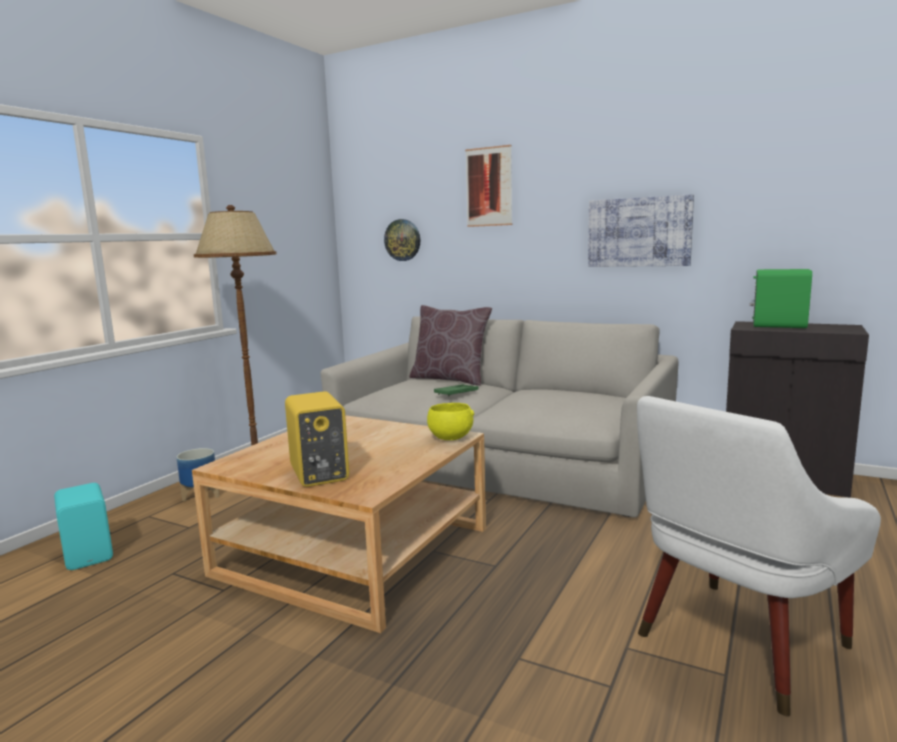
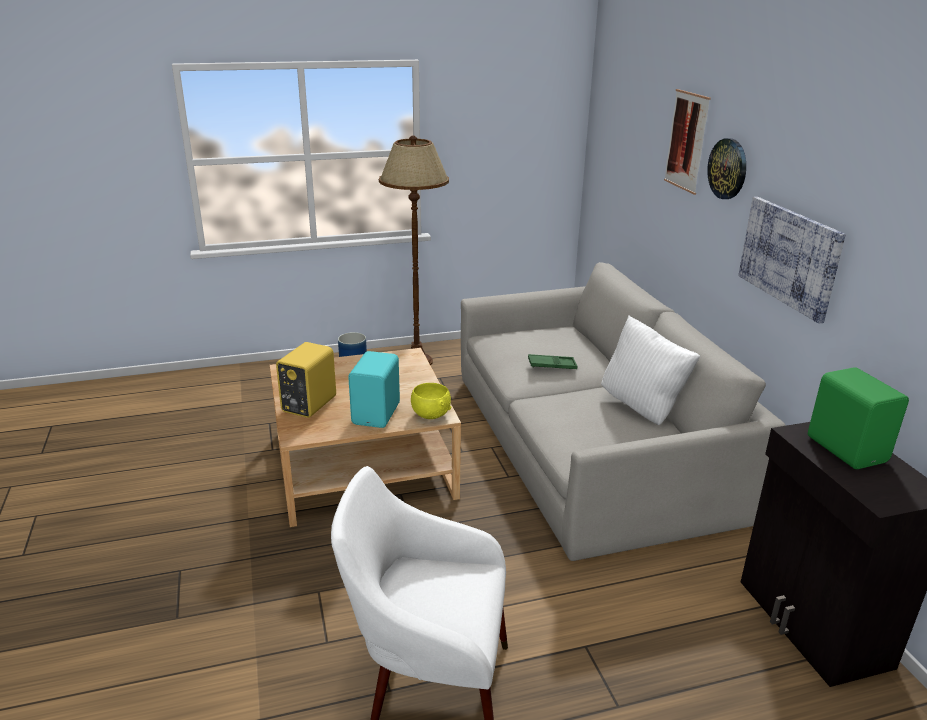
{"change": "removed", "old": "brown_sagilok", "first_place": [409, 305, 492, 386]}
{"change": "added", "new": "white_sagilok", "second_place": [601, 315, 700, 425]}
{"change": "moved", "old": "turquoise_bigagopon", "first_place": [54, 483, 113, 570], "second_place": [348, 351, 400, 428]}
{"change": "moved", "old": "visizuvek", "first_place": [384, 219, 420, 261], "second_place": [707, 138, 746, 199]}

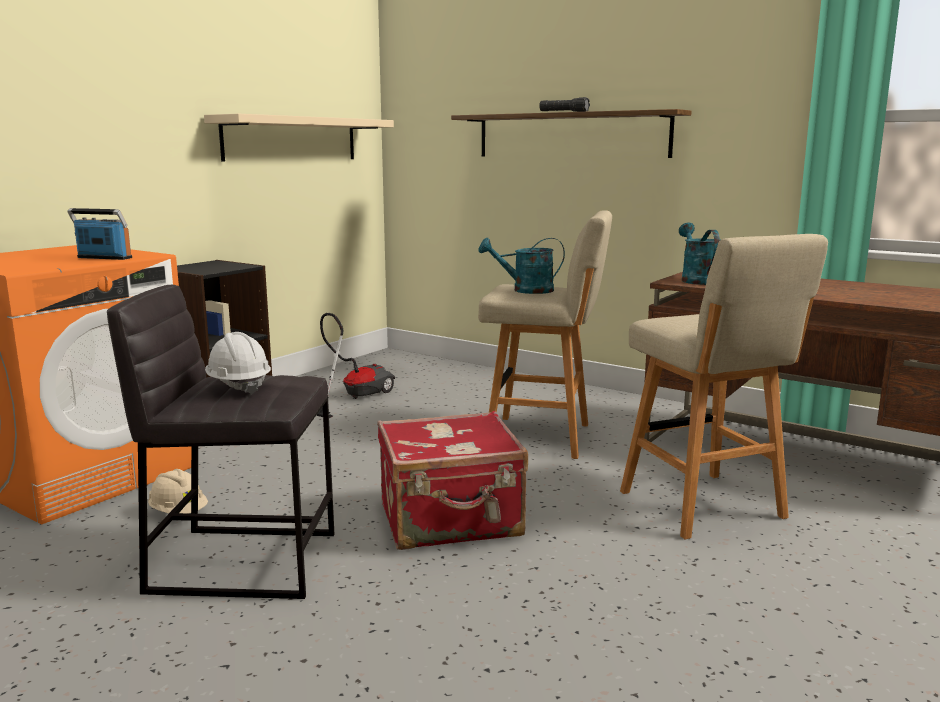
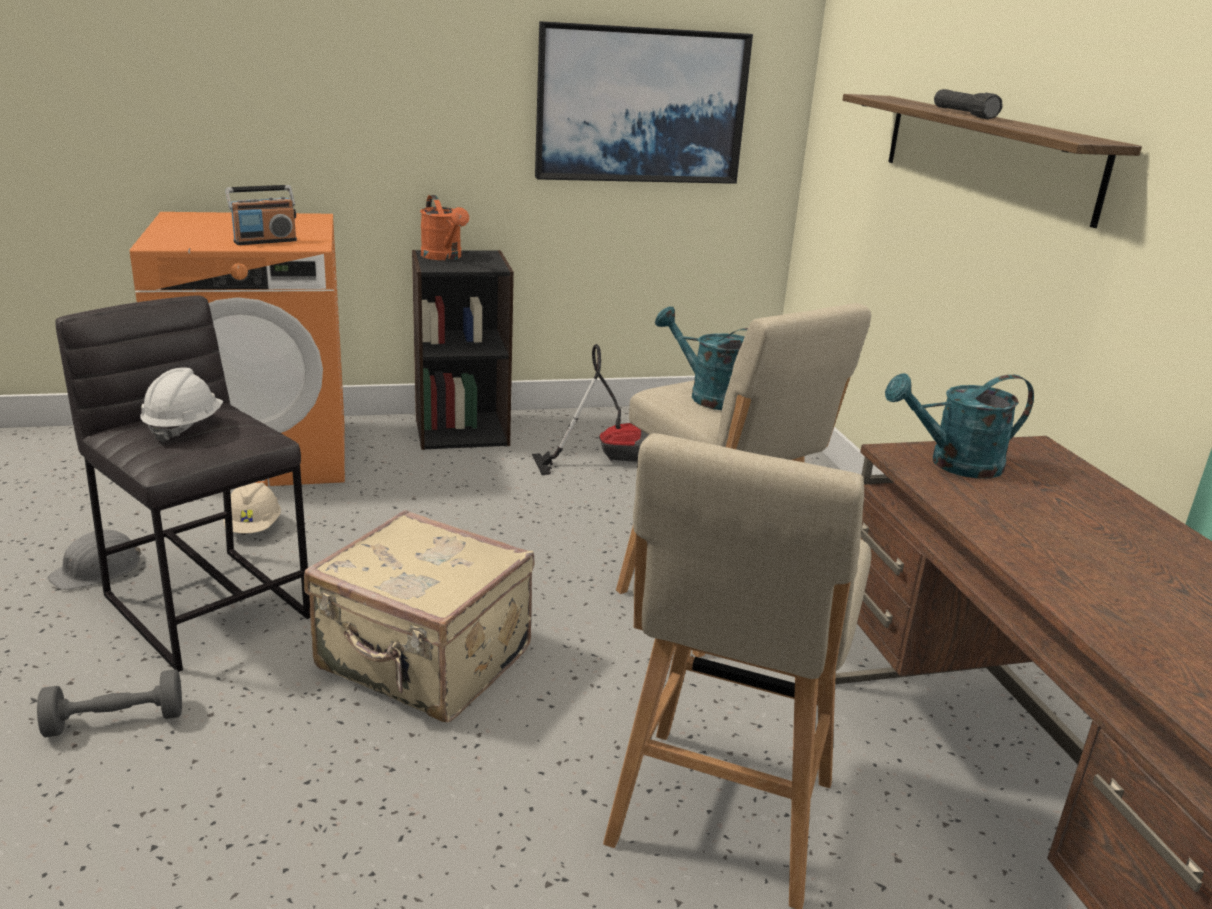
{"change": "added", "new": "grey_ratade", "second_place": [37, 669, 182, 737]}
{"change": "added", "new": "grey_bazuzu", "second_place": [48, 530, 141, 590]}
{"change": "added", "new": "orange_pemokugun", "second_place": [420, 195, 469, 260]}
{"change": "replaced", "old": "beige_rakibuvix", "new": "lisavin", "first_place": [204, 114, 394, 161], "second_place": [535, 21, 753, 184]}
{"change": "recoloured", "old": "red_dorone", "new": "beige_dorone", "first_place": [377, 411, 528, 550], "second_place": [304, 510, 535, 722]}
{"change": "turned", "old": "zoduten", "first_place": [67, 208, 132, 260], "second_place": [225, 185, 297, 245], "degrees": 90}
{"change": "turned", "old": "turquoise_pemokugun", "first_place": [679, 223, 720, 285], "second_place": [885, 373, 1034, 478], "degrees": -135}

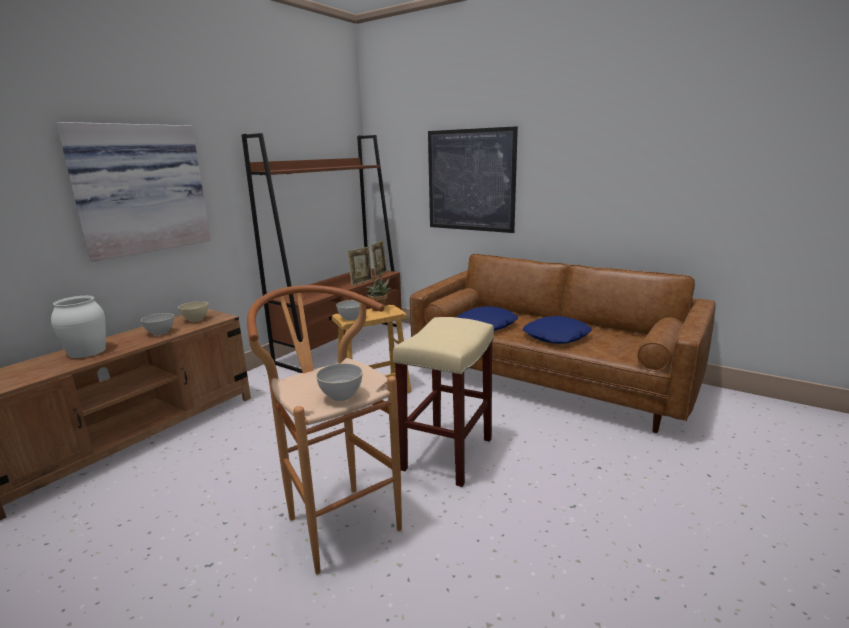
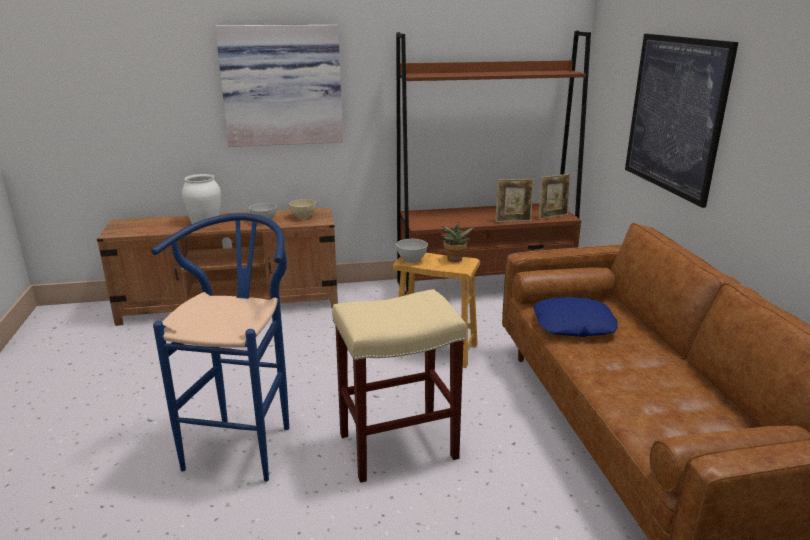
{"change": "removed", "old": "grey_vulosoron", "first_place": [316, 363, 363, 401]}
{"change": "removed", "old": "blue_sagilok", "first_place": [523, 316, 592, 344]}
{"change": "recoloured", "old": "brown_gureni", "new": "blue_gureni", "first_place": [247, 285, 402, 575], "second_place": [151, 213, 289, 482]}

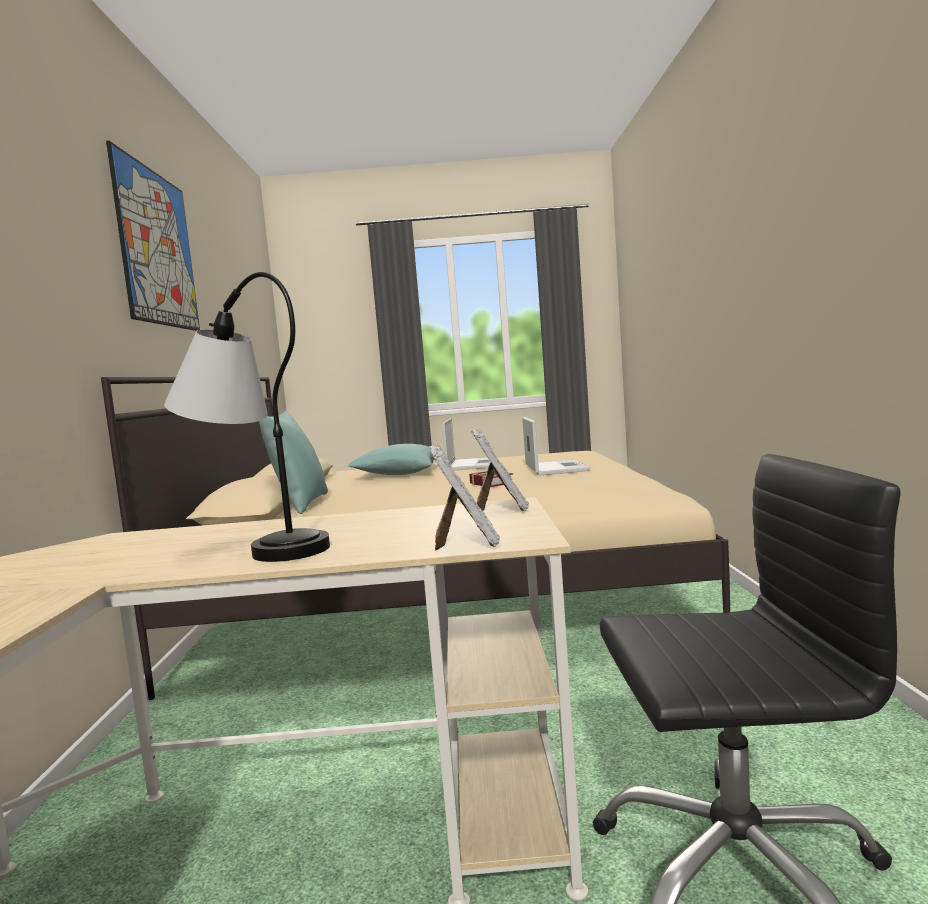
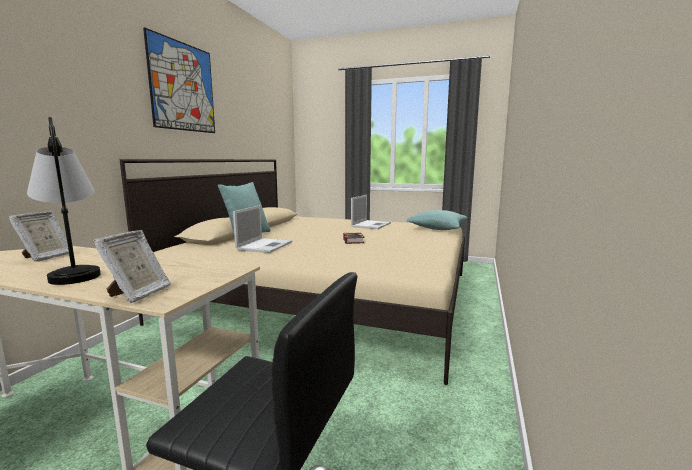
{"change": "moved", "old": "turquoise_sagilok", "first_place": [348, 444, 434, 475], "second_place": [406, 210, 468, 230]}
{"change": "moved", "old": "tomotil", "first_place": [471, 428, 529, 511], "second_place": [8, 211, 69, 262]}
{"change": "moved", "old": "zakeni", "first_place": [522, 417, 590, 475], "second_place": [233, 205, 292, 253]}

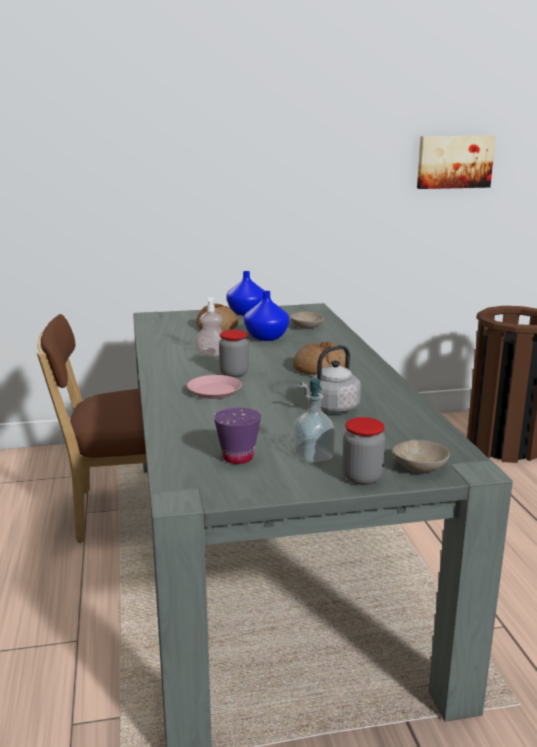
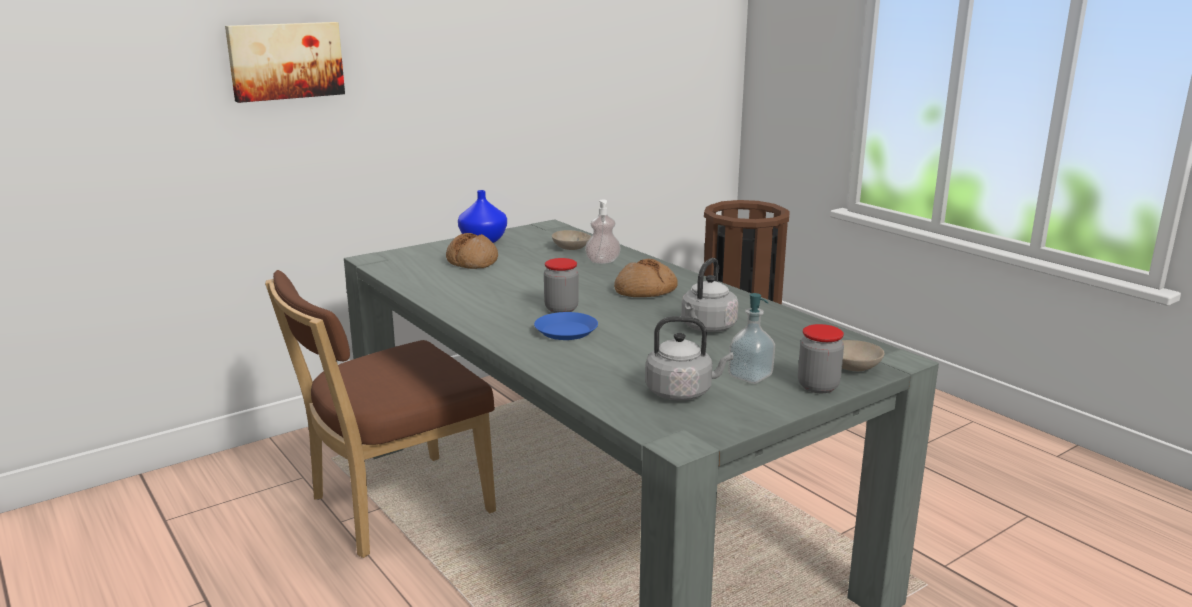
{"change": "removed", "old": "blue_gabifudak", "first_place": [244, 291, 289, 341]}
{"change": "moved", "old": "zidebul", "first_place": [195, 297, 223, 356], "second_place": [585, 200, 621, 264]}
{"change": "moved", "old": "lisavin", "first_place": [417, 136, 496, 189], "second_place": [225, 22, 345, 103]}
{"change": "replaced", "old": "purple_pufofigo", "new": "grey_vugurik", "first_place": [214, 408, 261, 464], "second_place": [645, 316, 733, 401]}
{"change": "recoloured", "old": "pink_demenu", "new": "blue_demenu", "first_place": [187, 375, 242, 399], "second_place": [534, 312, 598, 340]}

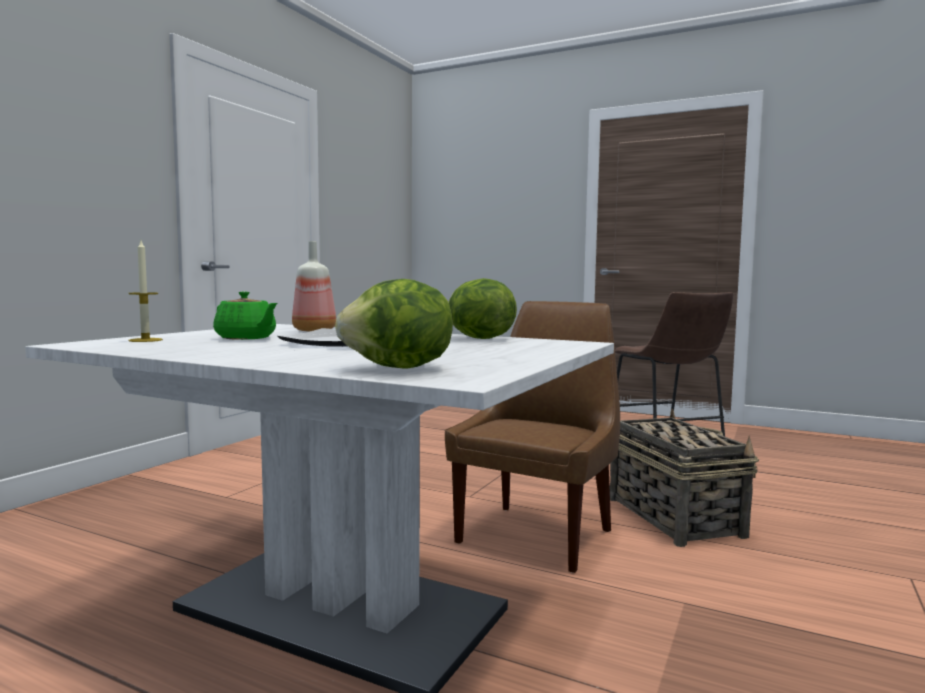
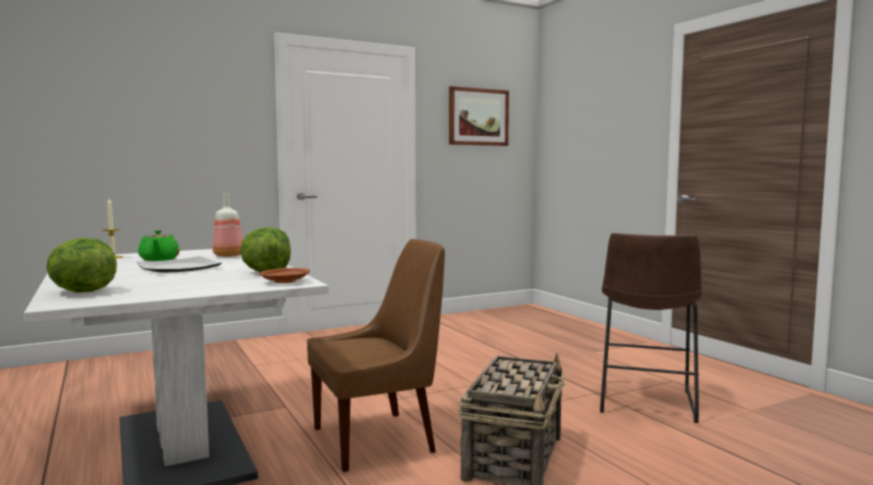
{"change": "added", "new": "brown_demenu", "second_place": [259, 268, 310, 283]}
{"change": "added", "new": "lisavin", "second_place": [449, 86, 509, 146]}

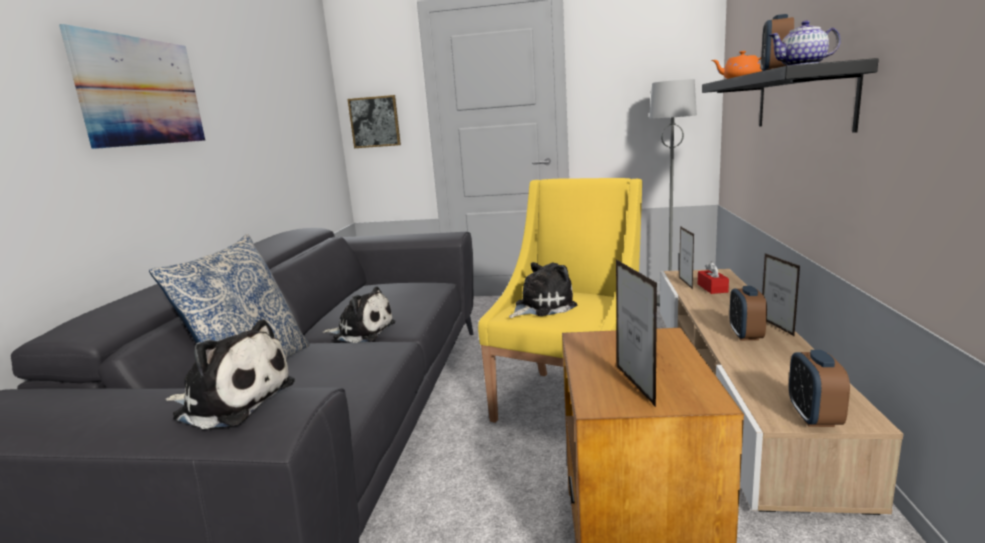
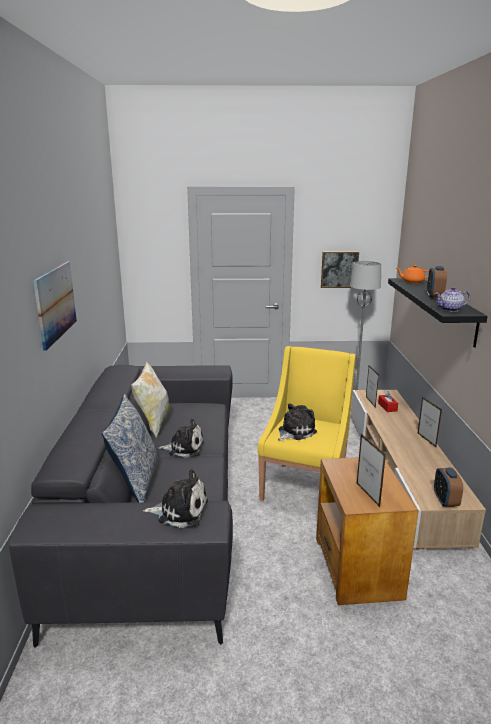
{"change": "removed", "old": "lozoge", "first_place": [729, 286, 767, 341]}
{"change": "added", "new": "sagilok", "second_place": [131, 361, 170, 438]}
{"change": "moved", "old": "lisavin", "first_place": [347, 95, 401, 148], "second_place": [321, 251, 359, 288]}

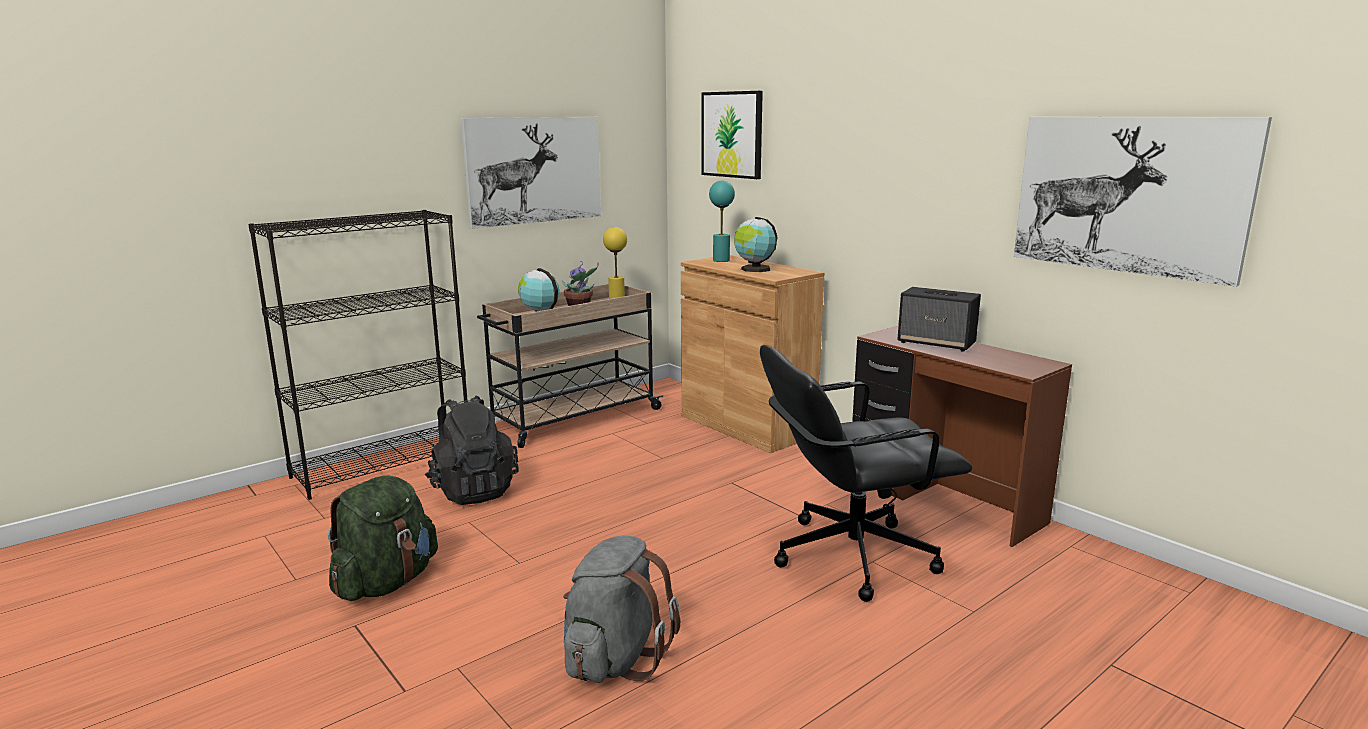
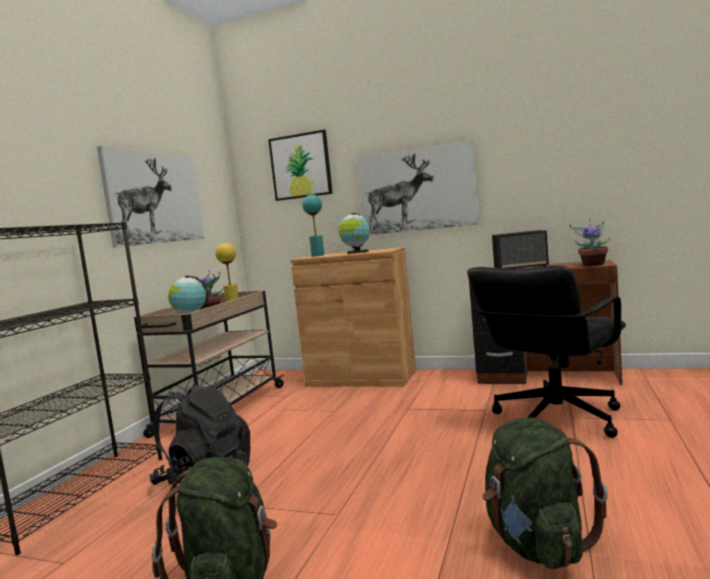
{"change": "added", "new": "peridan", "second_place": [569, 219, 610, 266]}
{"change": "moved", "old": "lisavin", "first_place": [1014, 117, 1272, 287], "second_place": [356, 140, 479, 235]}
{"change": "recoloured", "old": "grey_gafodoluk", "new": "green_gafodoluk", "first_place": [563, 536, 680, 683], "second_place": [482, 417, 608, 570]}

